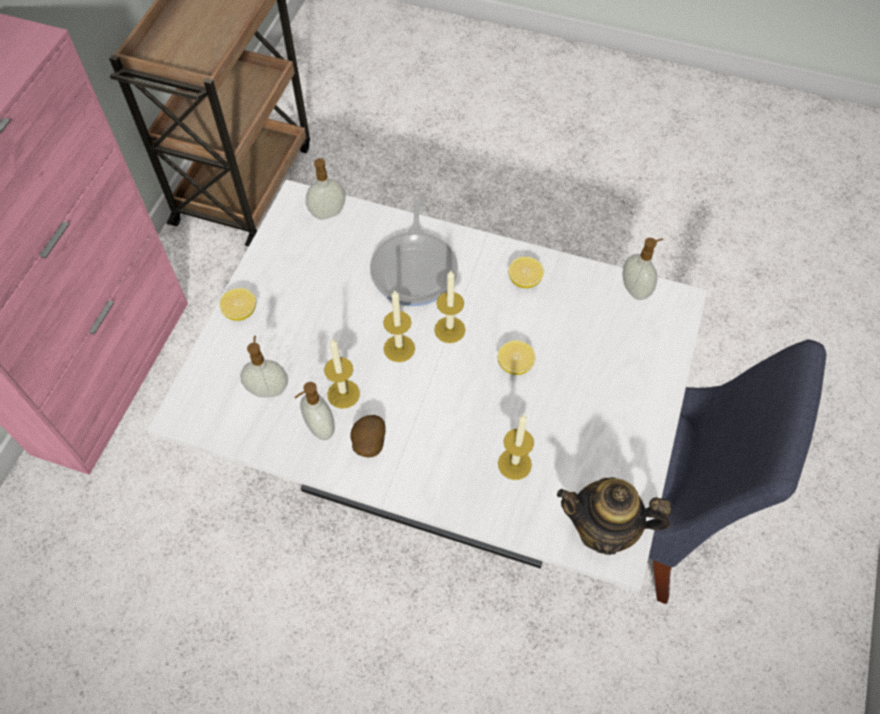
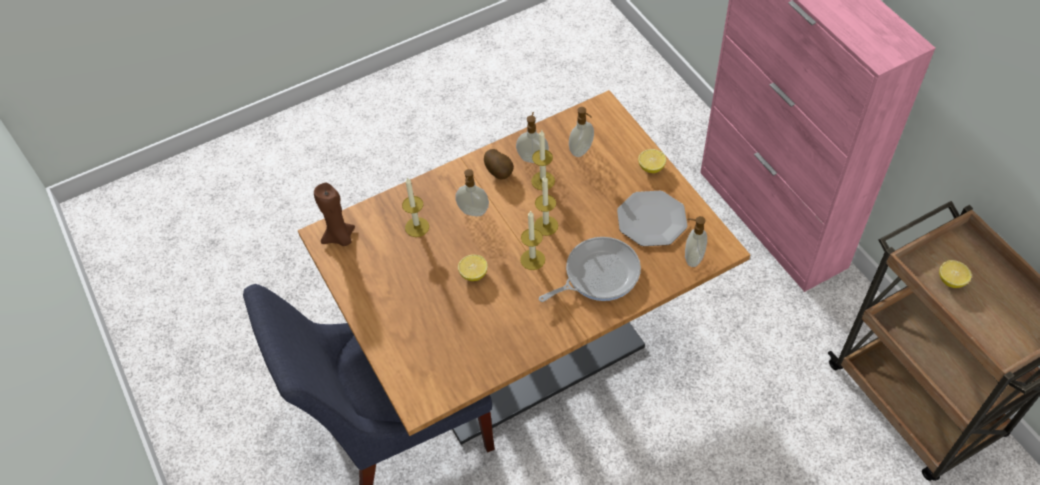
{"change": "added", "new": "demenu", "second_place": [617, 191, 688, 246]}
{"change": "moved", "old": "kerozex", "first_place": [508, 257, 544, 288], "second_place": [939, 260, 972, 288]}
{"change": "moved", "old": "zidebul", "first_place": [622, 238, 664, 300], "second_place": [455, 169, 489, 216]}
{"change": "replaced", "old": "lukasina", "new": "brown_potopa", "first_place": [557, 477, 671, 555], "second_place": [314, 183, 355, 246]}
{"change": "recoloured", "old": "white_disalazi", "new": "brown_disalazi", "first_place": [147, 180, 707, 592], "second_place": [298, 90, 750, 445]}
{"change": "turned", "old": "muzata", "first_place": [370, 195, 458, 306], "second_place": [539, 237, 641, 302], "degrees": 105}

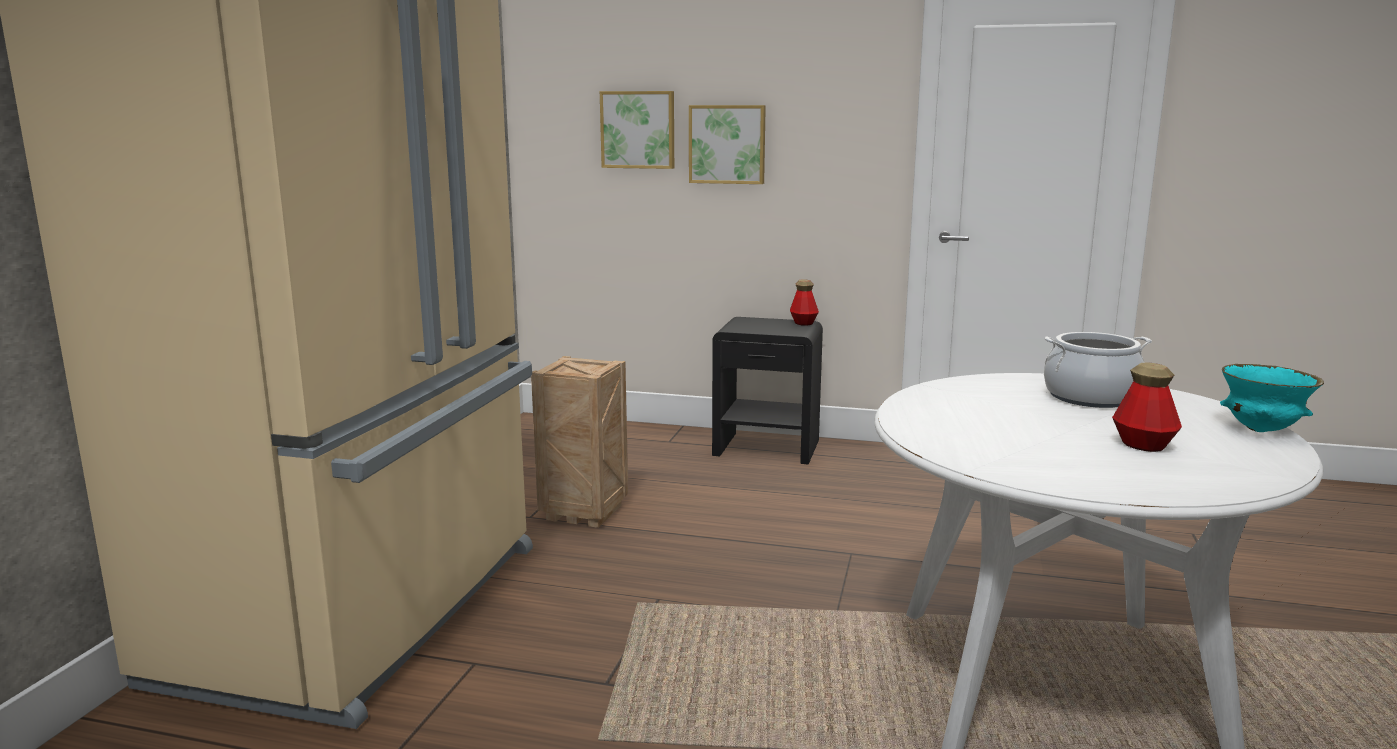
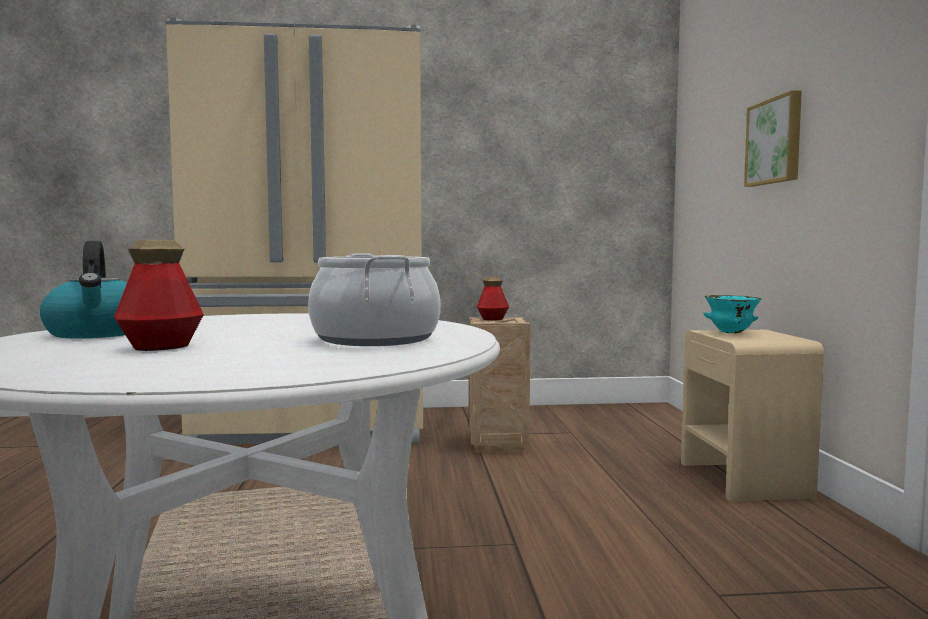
{"change": "removed", "old": "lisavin", "first_place": [600, 91, 674, 169]}
{"change": "added", "new": "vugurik", "second_place": [40, 241, 127, 338]}
{"change": "moved", "old": "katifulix", "first_place": [790, 279, 819, 326], "second_place": [477, 277, 509, 320]}
{"change": "moved", "old": "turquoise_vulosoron", "first_place": [1220, 364, 1324, 432], "second_place": [703, 295, 761, 333]}
{"change": "recoloured", "old": "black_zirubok", "new": "beige_zirubok", "first_place": [712, 317, 823, 465], "second_place": [681, 330, 824, 501]}

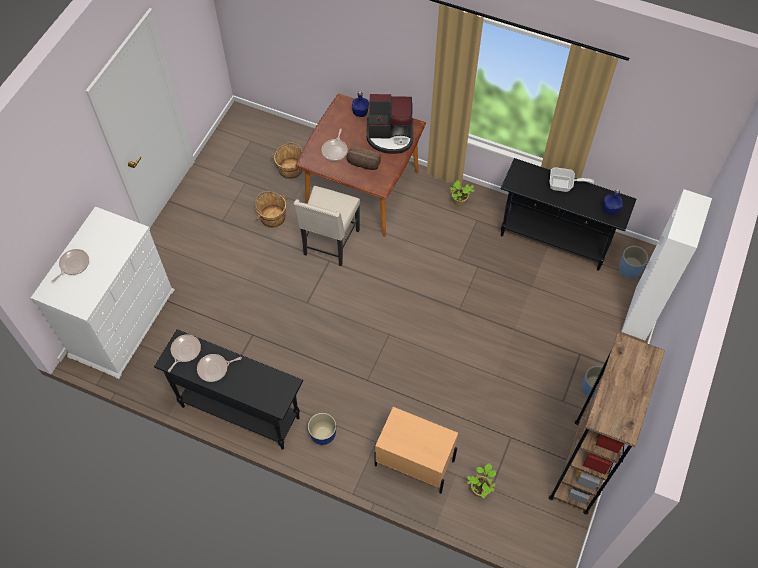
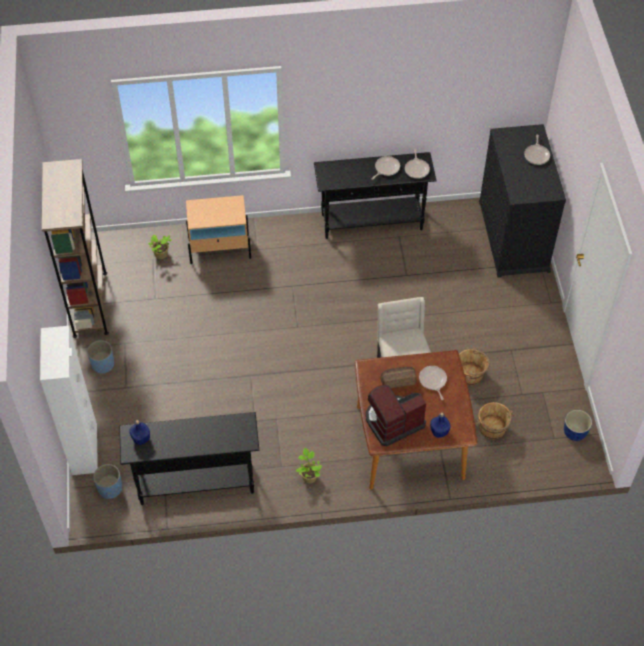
{"change": "removed", "old": "muzata", "first_place": [550, 167, 594, 192]}
{"change": "moved", "old": "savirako", "first_place": [308, 413, 336, 445], "second_place": [564, 410, 592, 441]}
{"change": "recoloured", "old": "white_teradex", "new": "black_teradex", "first_place": [31, 206, 175, 379], "second_place": [479, 124, 566, 277]}

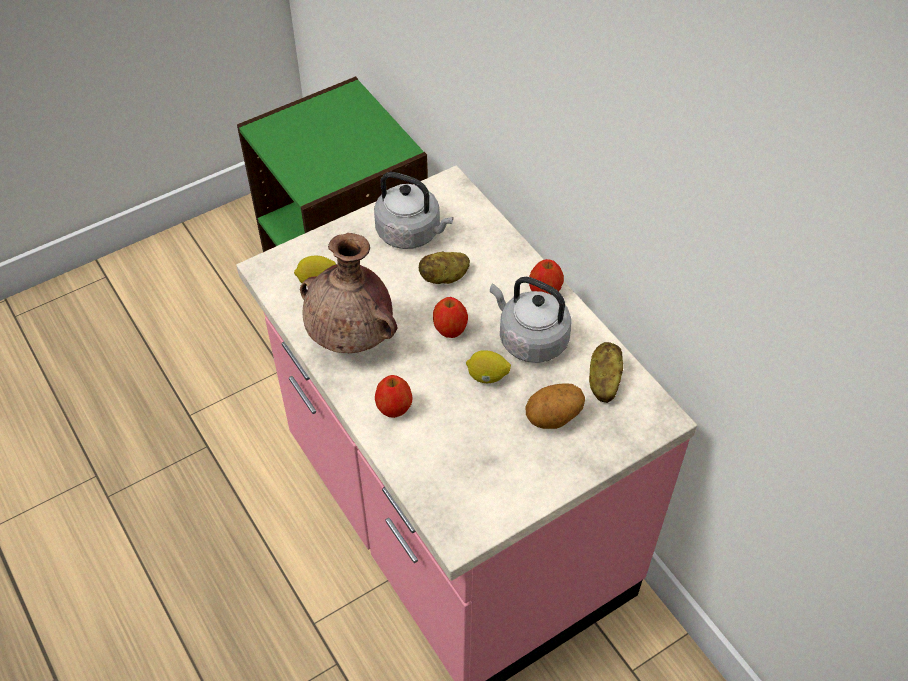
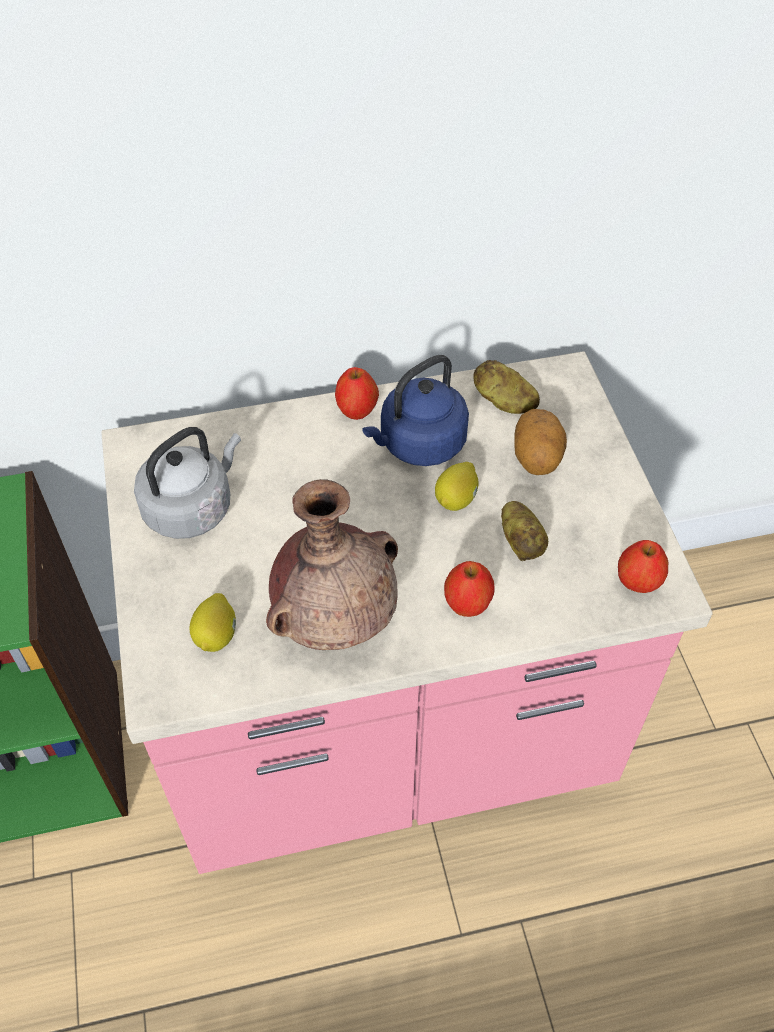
{"change": "moved", "old": "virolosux", "first_place": [419, 252, 470, 284], "second_place": [501, 501, 548, 561]}
{"change": "moved", "old": "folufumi", "first_place": [433, 297, 468, 338], "second_place": [618, 540, 668, 593]}
{"change": "recoloured", "old": "grey_vugurik", "new": "blue_vugurik", "first_place": [490, 277, 572, 363], "second_place": [362, 355, 469, 466]}

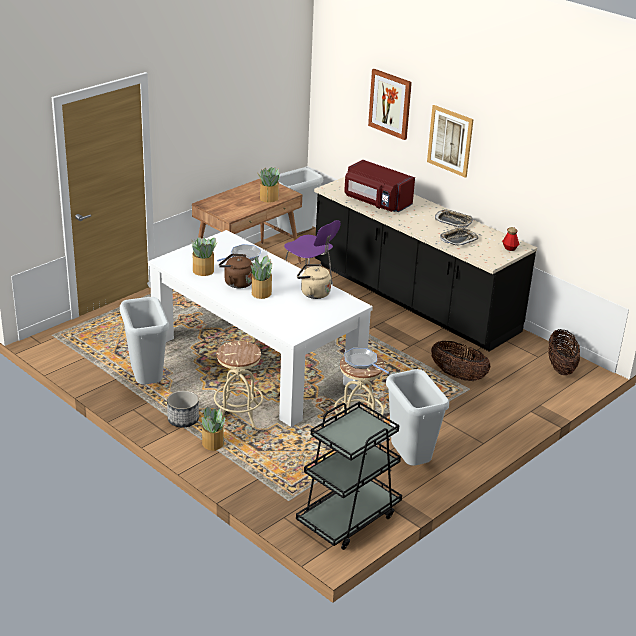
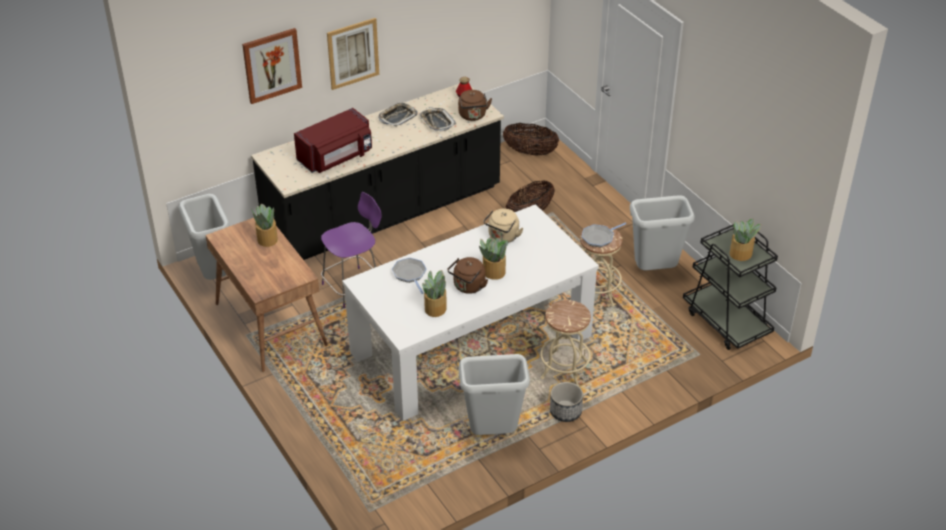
{"change": "added", "new": "brown_vugurik", "second_place": [458, 90, 492, 121]}
{"change": "moved", "old": "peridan", "first_place": [200, 406, 226, 451], "second_place": [729, 219, 761, 261]}

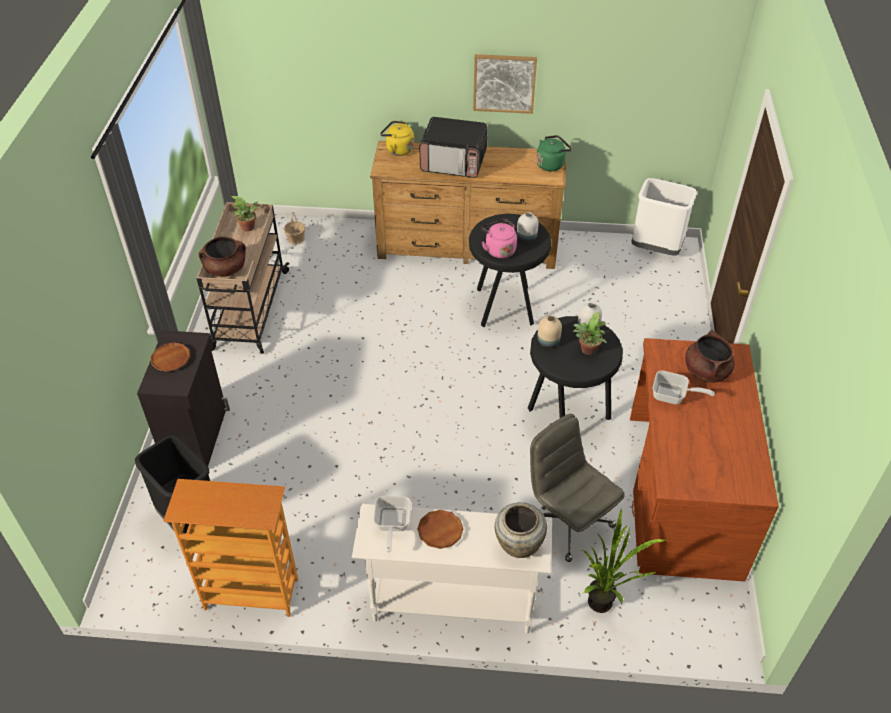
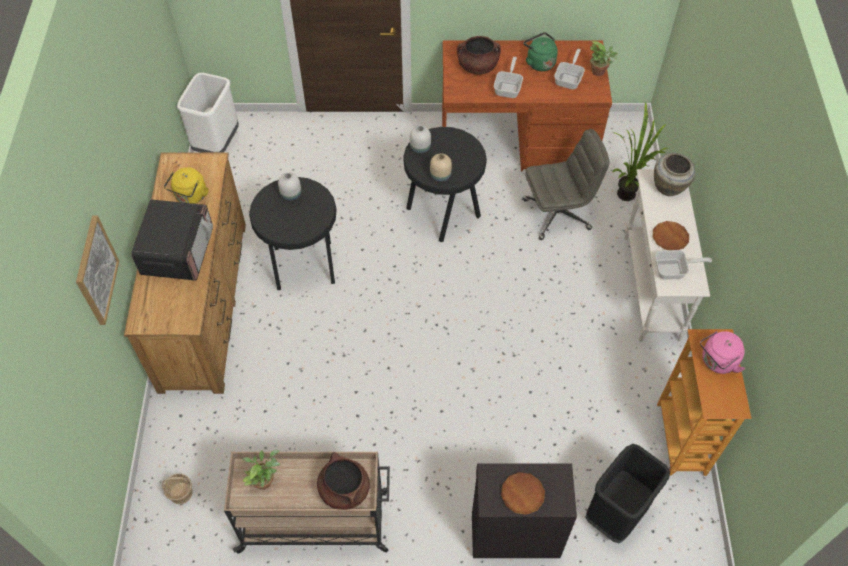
{"change": "added", "new": "muzata", "second_place": [554, 49, 585, 89]}
{"change": "moved", "old": "yellow_vugurik", "first_place": [380, 121, 414, 156], "second_place": [164, 167, 209, 204]}
{"change": "moved", "old": "lisavin", "first_place": [473, 54, 537, 114], "second_place": [76, 215, 119, 325]}
{"change": "moved", "old": "pink_vugurik", "first_place": [482, 219, 517, 258], "second_place": [700, 331, 745, 374]}
{"change": "moved", "old": "green_vugurik", "first_place": [536, 135, 572, 171], "second_place": [523, 32, 558, 71]}
{"change": "moved", "old": "peridan", "first_place": [573, 312, 607, 355], "second_place": [590, 41, 618, 76]}
{"change": "turned", "old": "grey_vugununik", "first_place": [530, 414, 625, 562], "second_place": [523, 129, 609, 240], "degrees": -150}

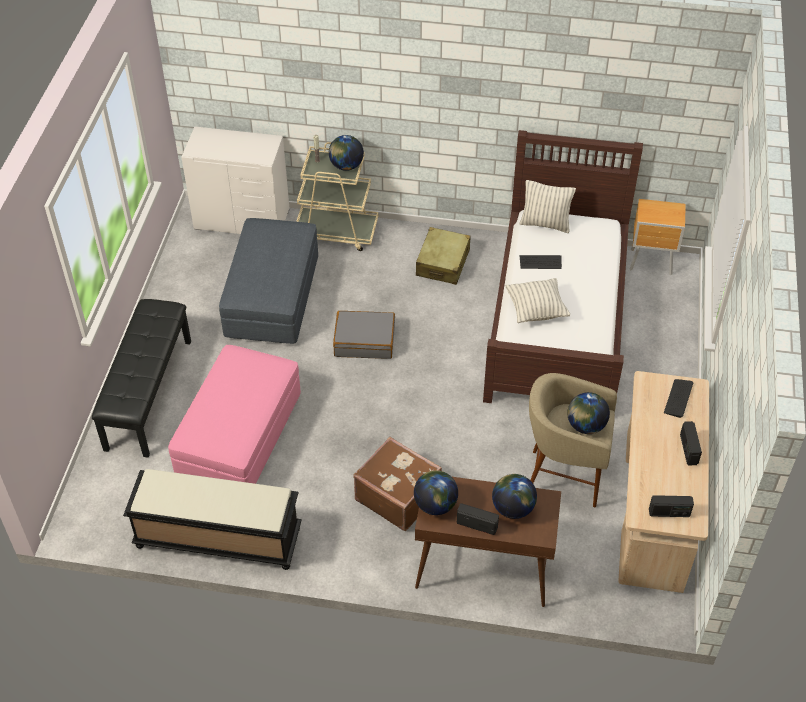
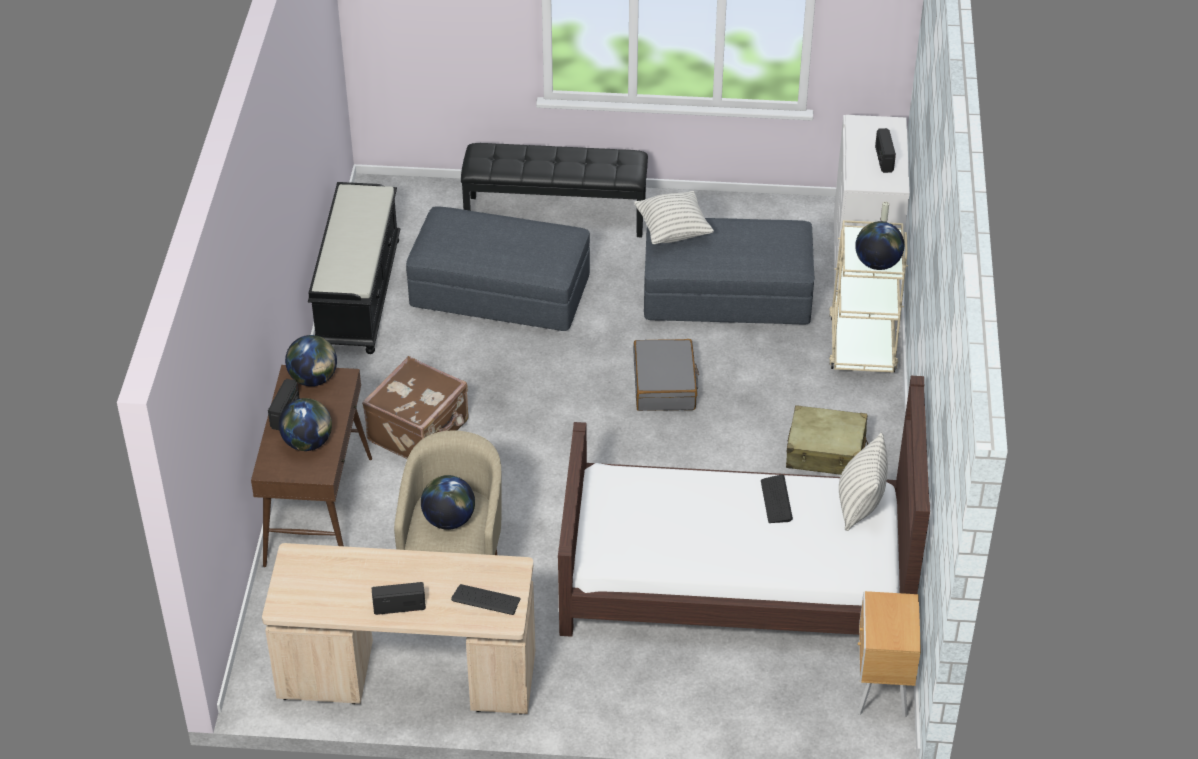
{"change": "moved", "old": "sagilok", "first_place": [506, 278, 570, 323], "second_place": [634, 191, 714, 244]}
{"change": "moved", "old": "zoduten", "first_place": [649, 495, 694, 517], "second_place": [875, 128, 896, 173]}
{"change": "recoloured", "old": "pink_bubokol", "new": "grey_bubokol", "first_place": [168, 345, 301, 484], "second_place": [406, 207, 590, 331]}

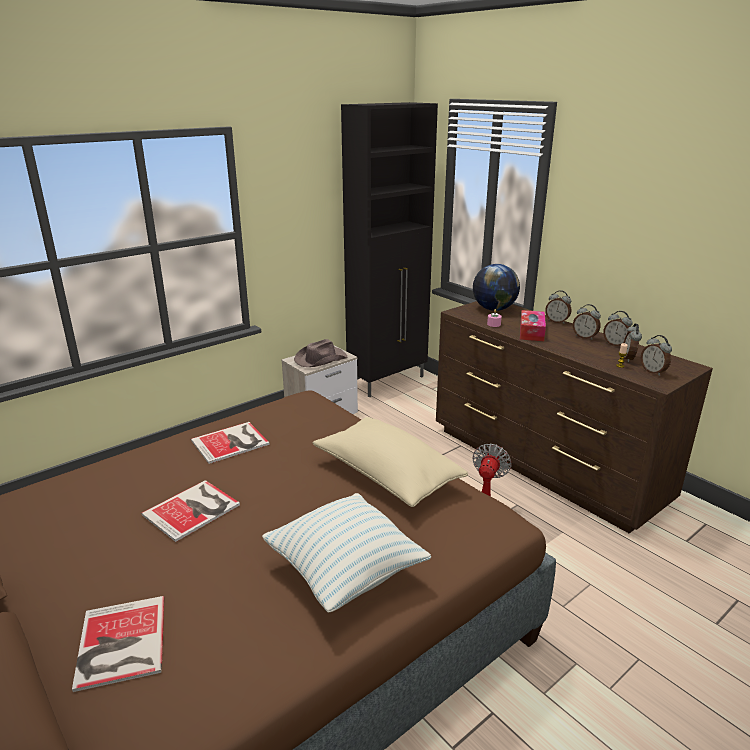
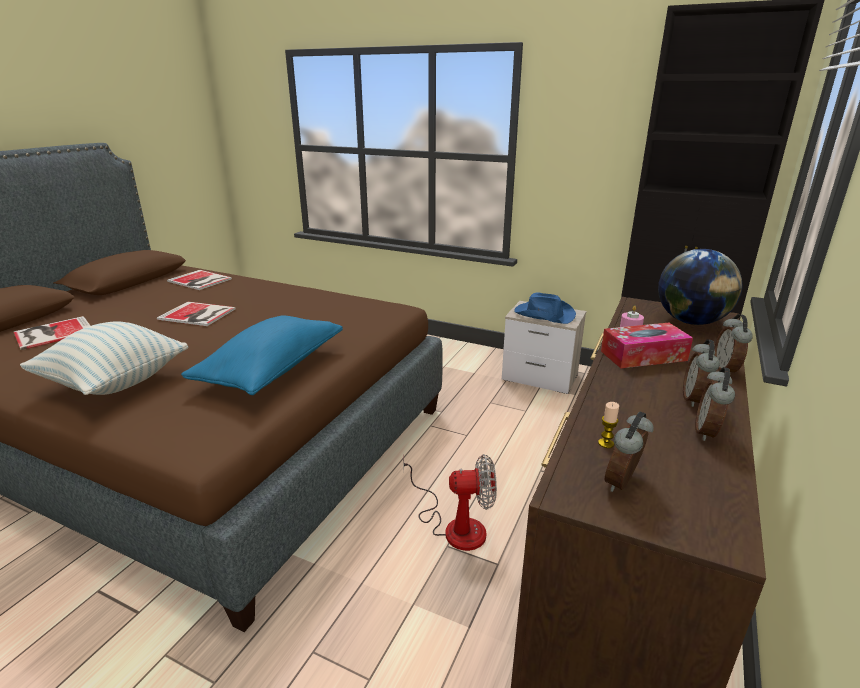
{"change": "removed", "old": "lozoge", "first_place": [624, 324, 642, 362]}
{"change": "moved", "old": "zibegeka", "first_place": [191, 422, 270, 464], "second_place": [167, 270, 232, 290]}
{"change": "recoloured", "old": "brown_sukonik", "new": "blue_sukonik", "first_place": [294, 339, 347, 367], "second_place": [514, 292, 576, 324]}
{"change": "recoloured", "old": "beige_sagilok", "new": "blue_sagilok", "first_place": [313, 417, 468, 507], "second_place": [181, 315, 343, 395]}

